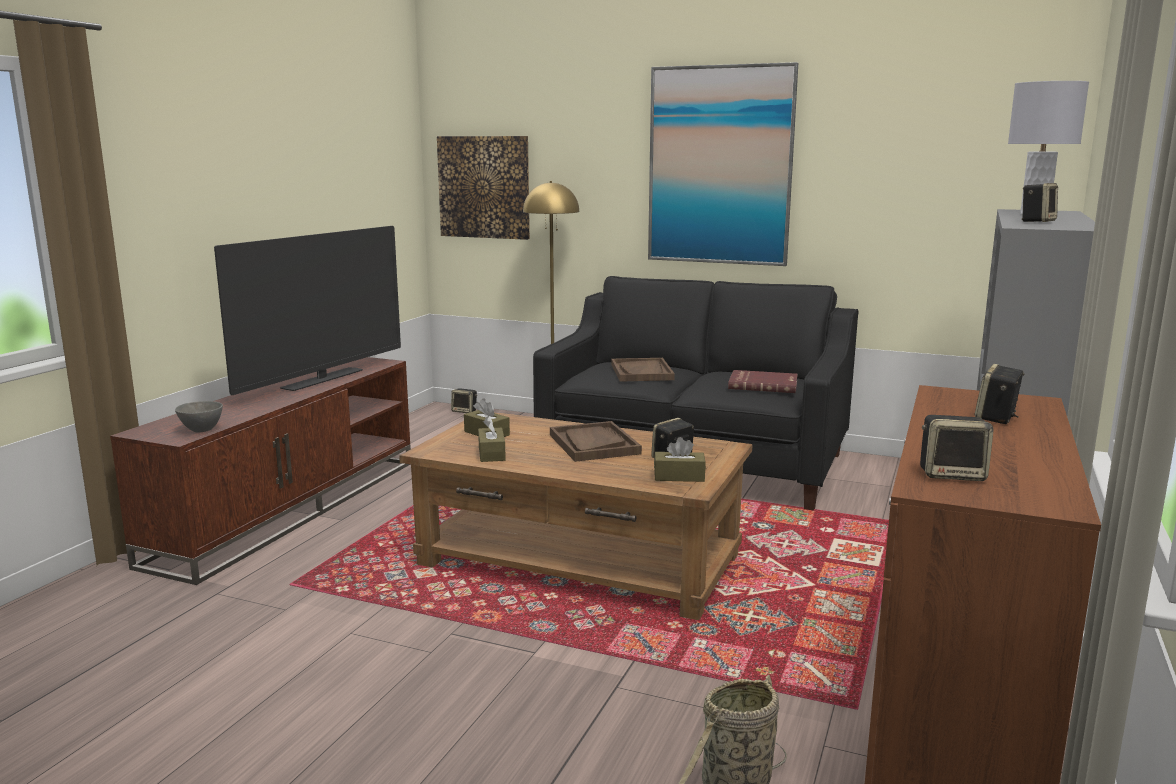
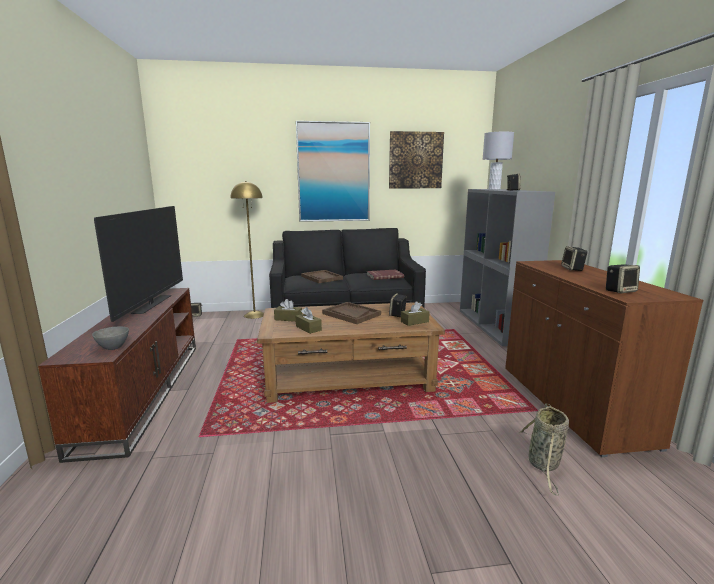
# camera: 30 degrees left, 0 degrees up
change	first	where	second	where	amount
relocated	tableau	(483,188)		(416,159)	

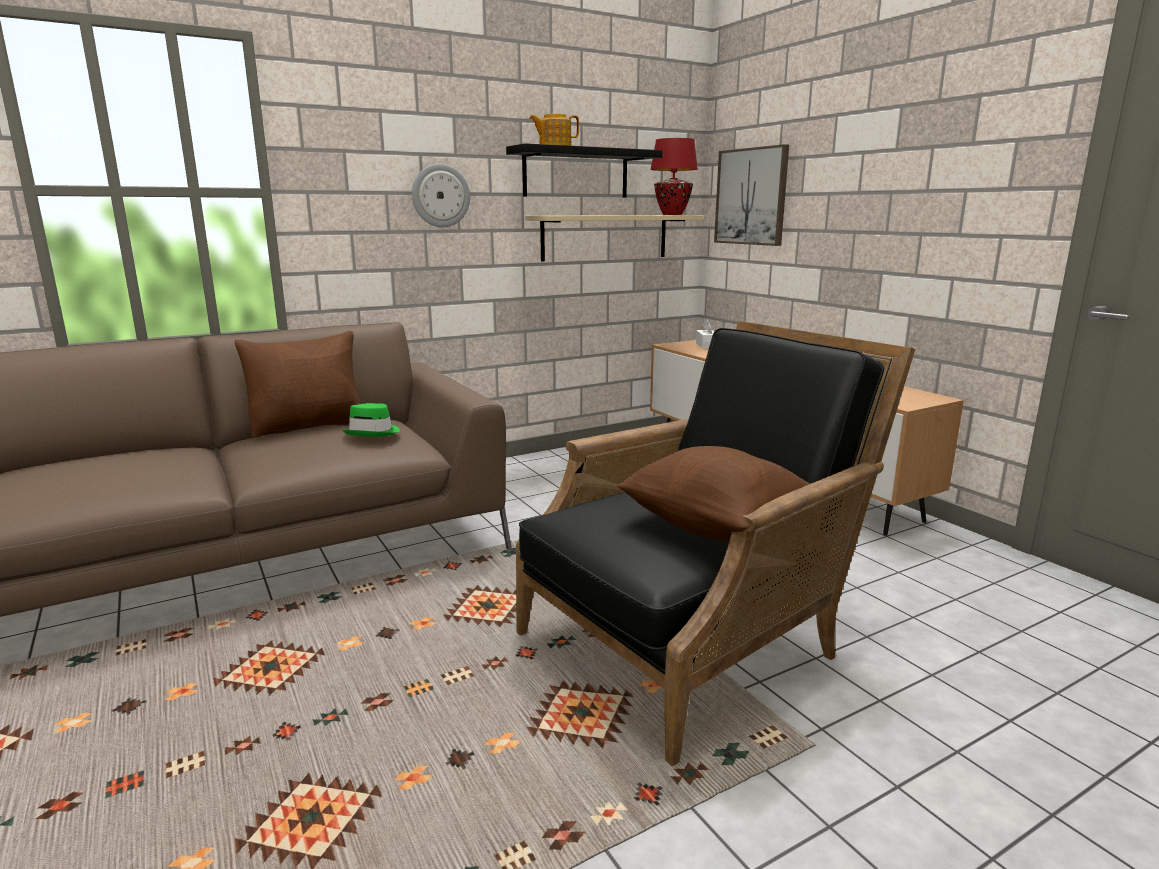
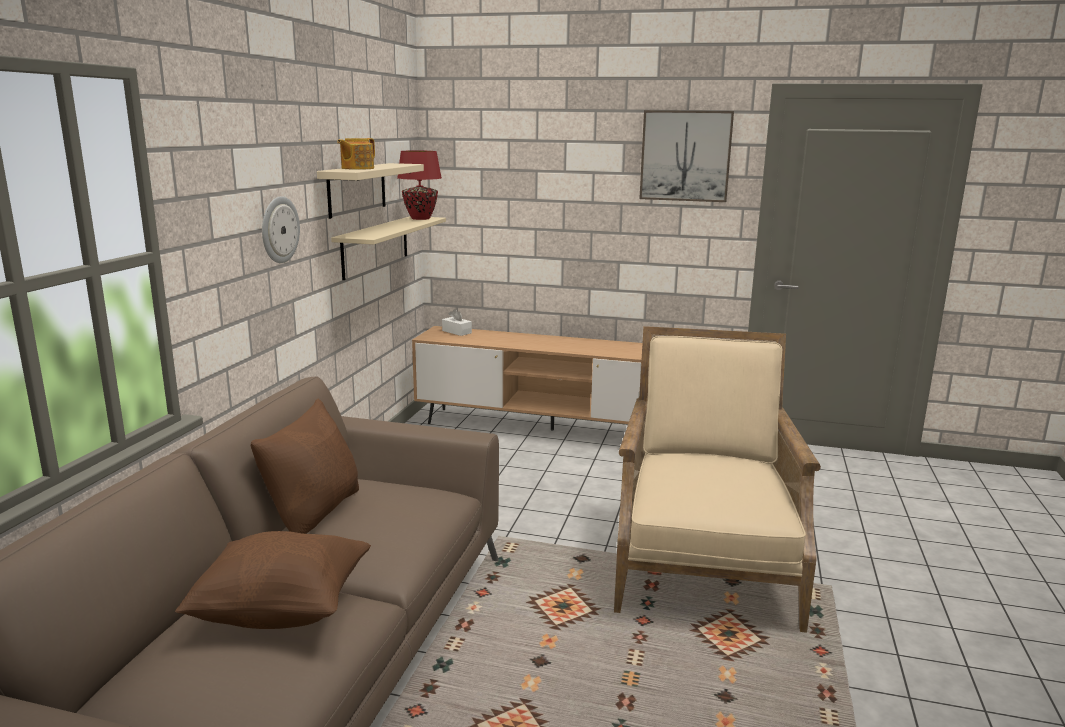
# camera: 45 degrees left, 0 degrees up
change	first	where	second	where	amount
missing	chapeau [vert]	(371,420)			
colour	étagère [noir]	(584,170)	étagère [beige]	(370,191)	
colour	fauteuil [noir]	(715,543)	fauteuil [beige]	(717,479)	
relocated	coussin [marron]	(713,494)		(273,580)	
relocated	tableau	(751,195)		(686,156)	

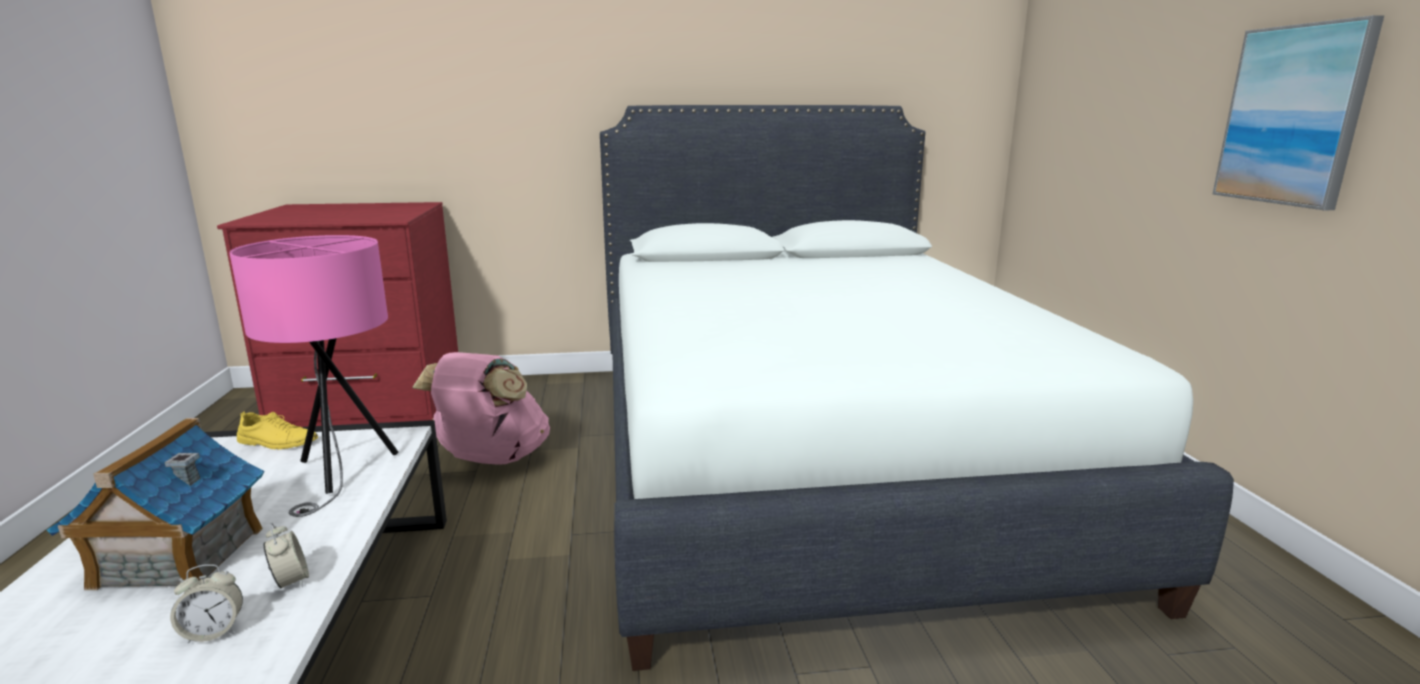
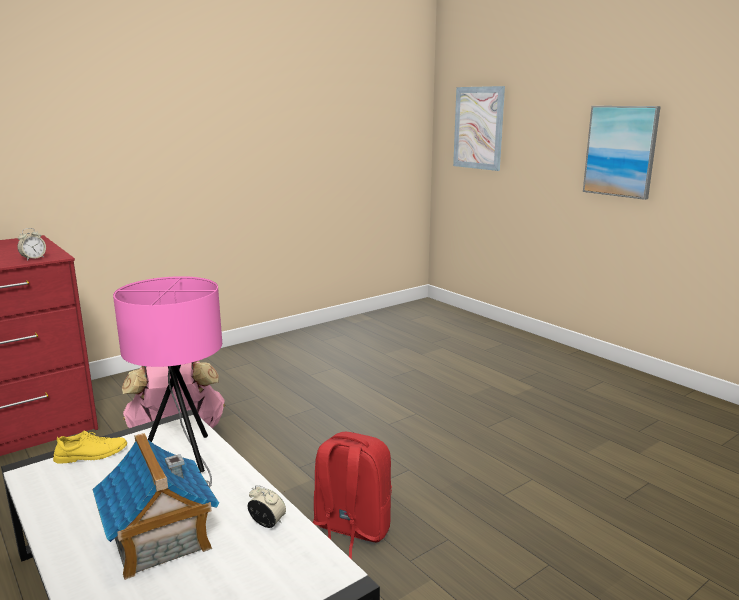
# camera: 30 degrees left, 0 degrees up
change	first	where	second	where	amount
relocated	réveil	(206,603)		(31,244)	
missing	lit [blanc]	(917,388)			
appeared			sac à dos [rouge]	(352,495)	
appeared			tableau	(479,128)	

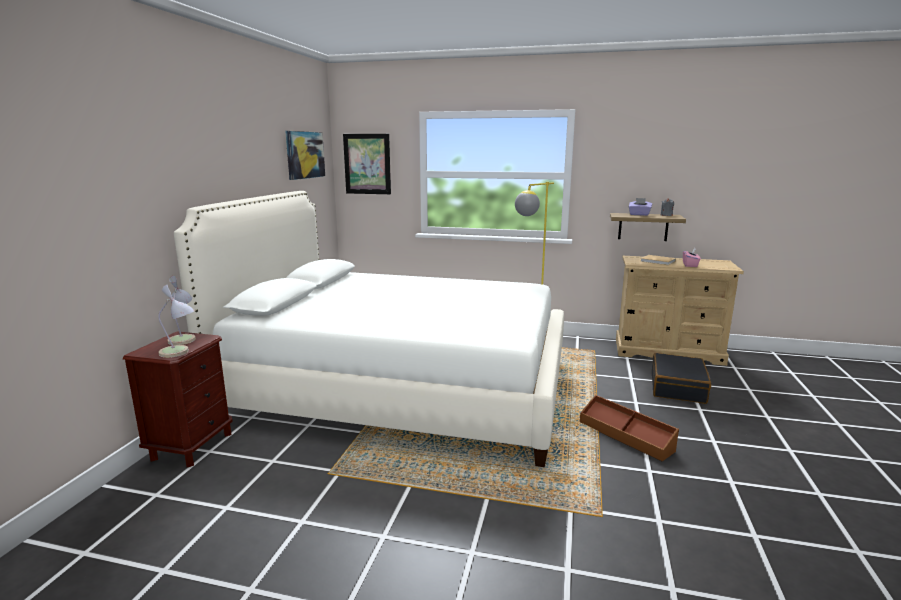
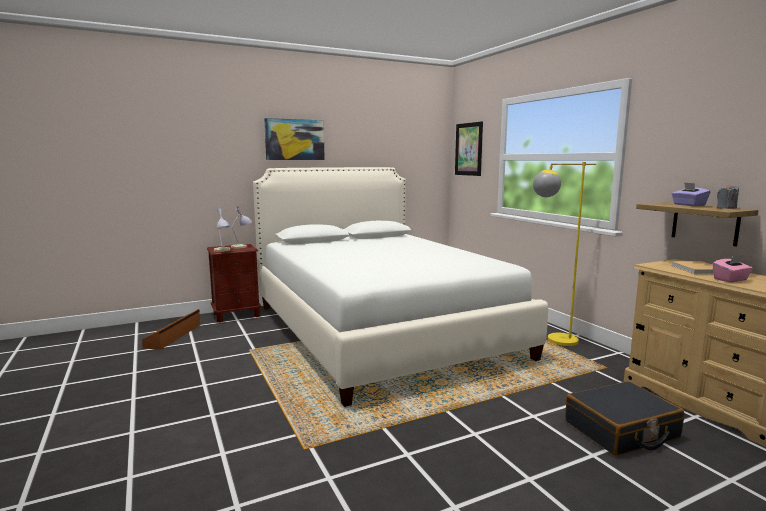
# camera: 50 degrees right, 5 degrees down
change	first	where	second	where	amount
relocated	tableau	(305,155)		(294,139)	
relocated	boîte de rangement [marron]	(629,428)		(171,329)	

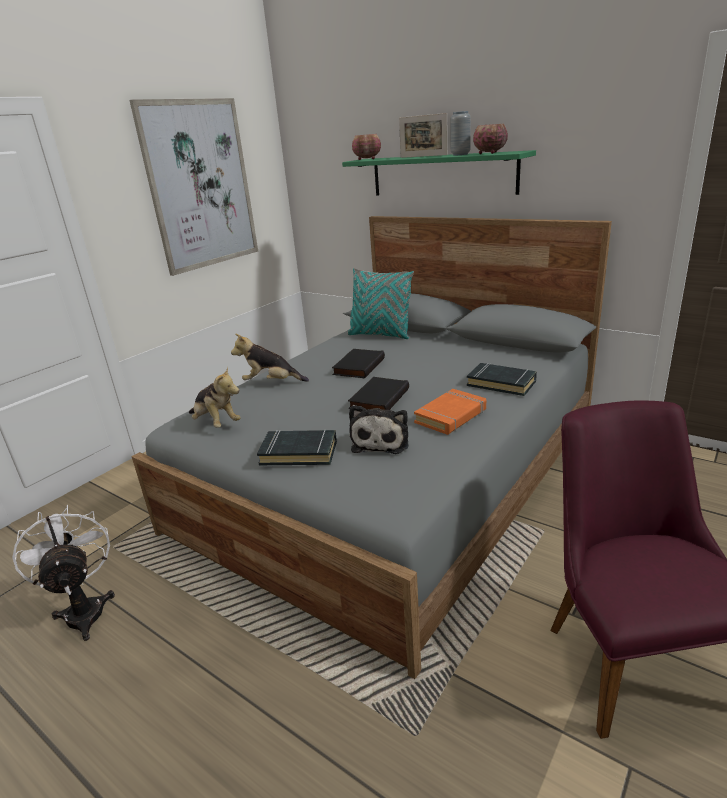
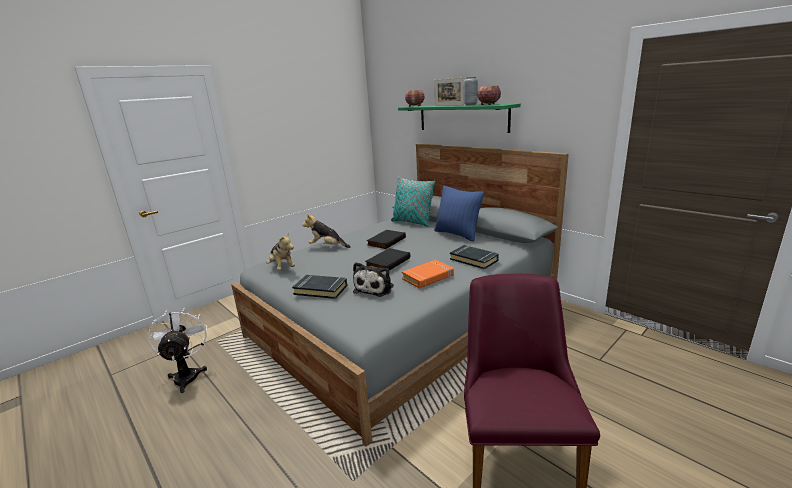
# camera: 10 degrees right, 5 degrees down
change	first	where	second	where	amount
missing	tableau	(193,187)			
appeared			coussin [bleu]	(459,214)	

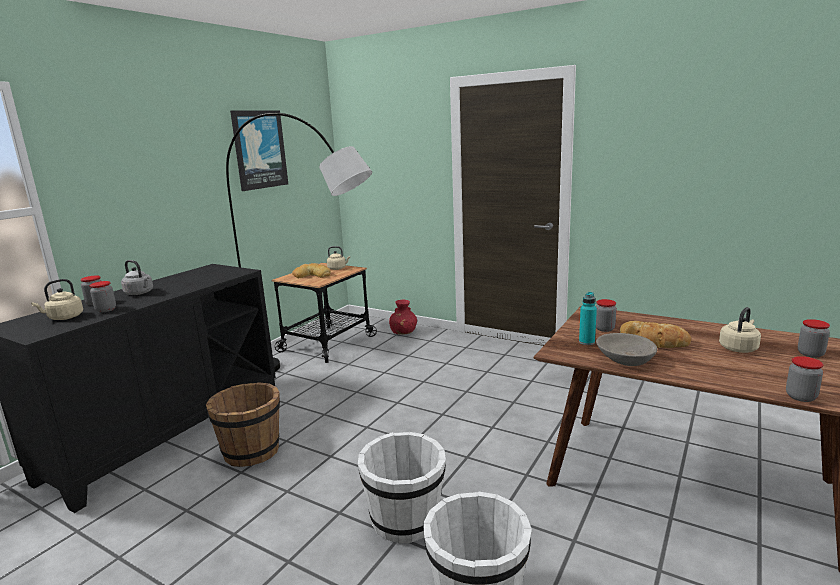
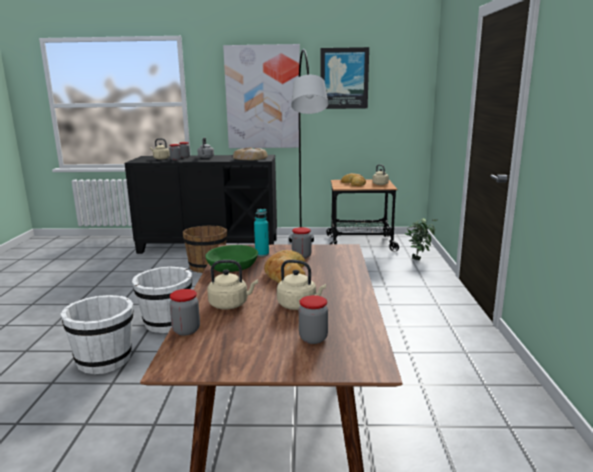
# camera: 60 degrees right, 0 degrees up
change	first	where	second	where	amount
exchanged	vase [rouge]	(403,317)	plante en pot	(421,239)	
colour	bol [gris]	(626,349)	bol [vert]	(231,258)	
appeared			bouilloire [beige]	(232,284)	
appeared			tableau	(262,96)	
appeared			pain	(250,154)	

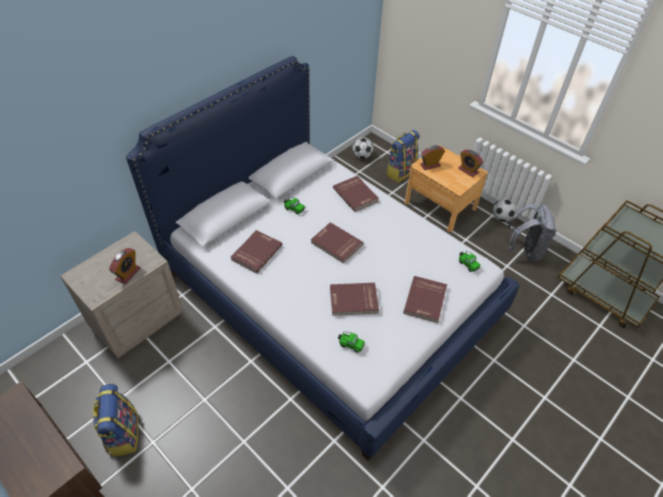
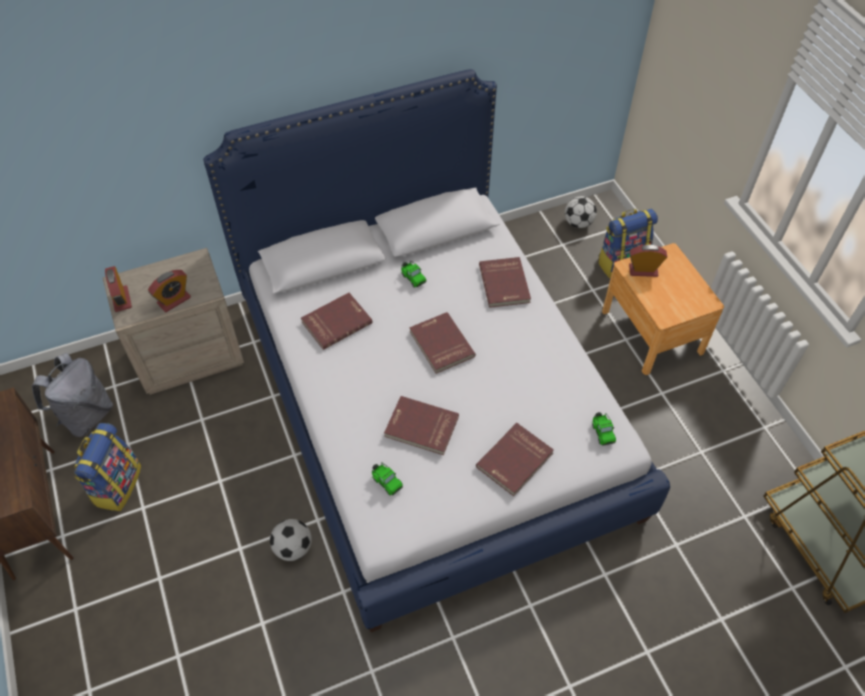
# camera: 25 degrees right, 5 degrees up
change	first	where	second	where	amount
relocated	réveil	(470,163)		(118,289)	
relocated	ballon de foot	(505,210)		(291,540)	
relocated	sac à dos [gris]	(531,233)		(72,395)	

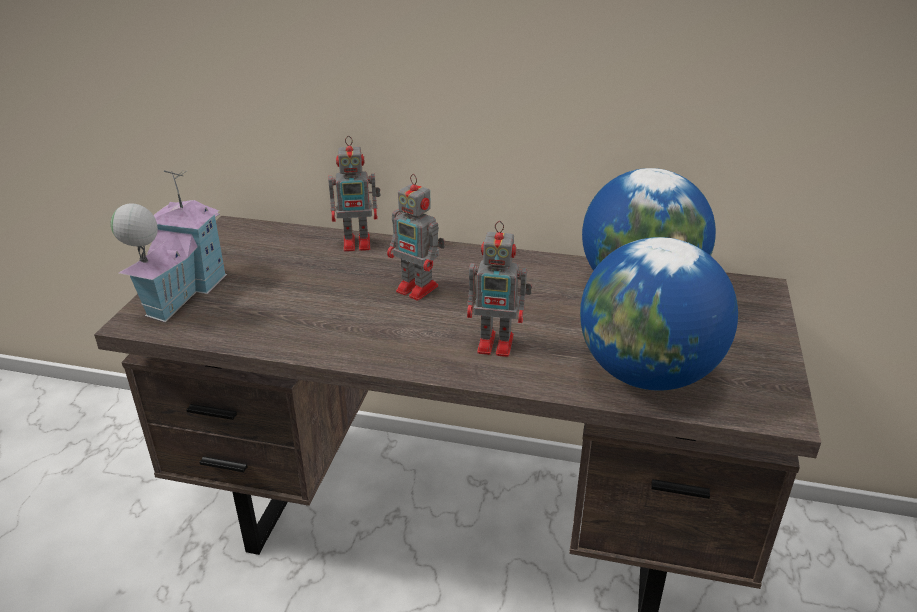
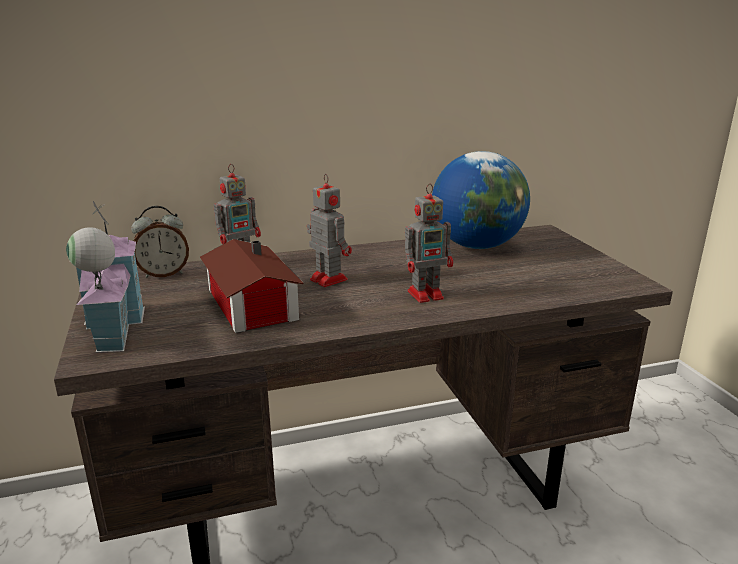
# camera: 30 degrees left, 10 degrees down
change	first	where	second	where	amount
spun	robot jouet	(416,237)		(329,230)	135 degrees counterclockwise
missing	globe	(659,314)			
appeared			réveil	(160,242)	
appeared			maison miniature	(252,286)	

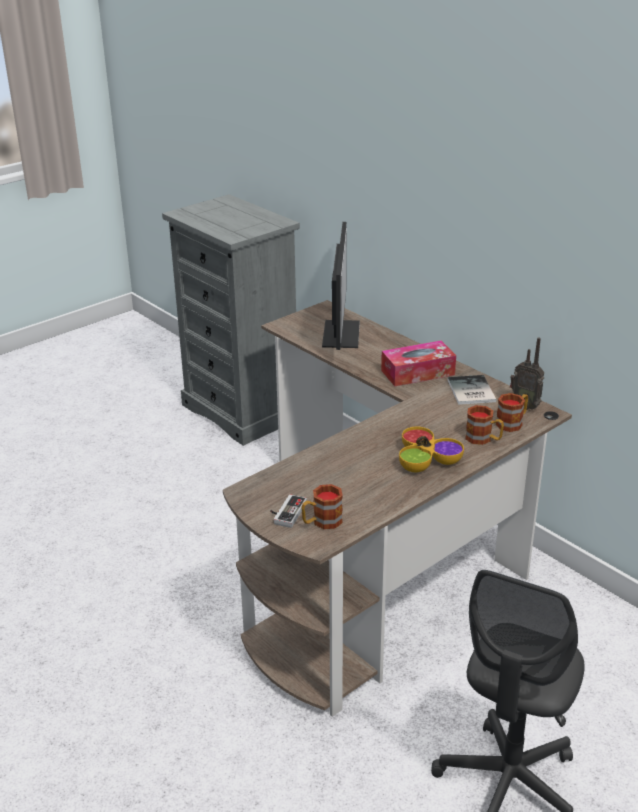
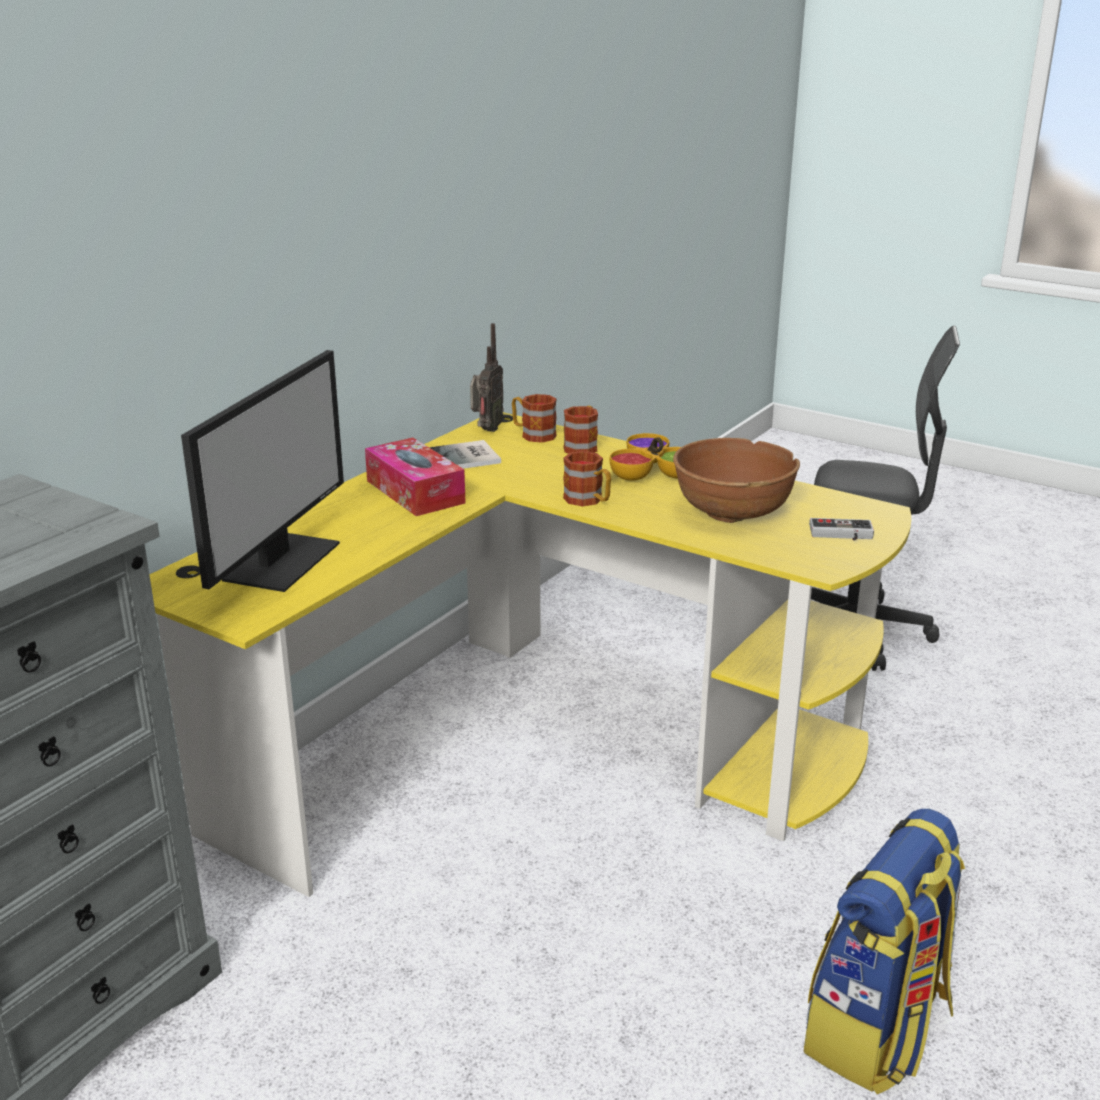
# camera: 105 degrees left, 5 degrees down
change	first	where	second	where	amount
colour	bureau [marron]	(397,508)	bureau [jaune]	(530,654)	
relocated	mug	(322,506)		(587,478)	
spun	écran d'ordinateur	(341,286)		(262,471)	120 degrees clockwise
appeared			bol [marron]	(736,480)	
appeared			sac à dos	(884,951)	

